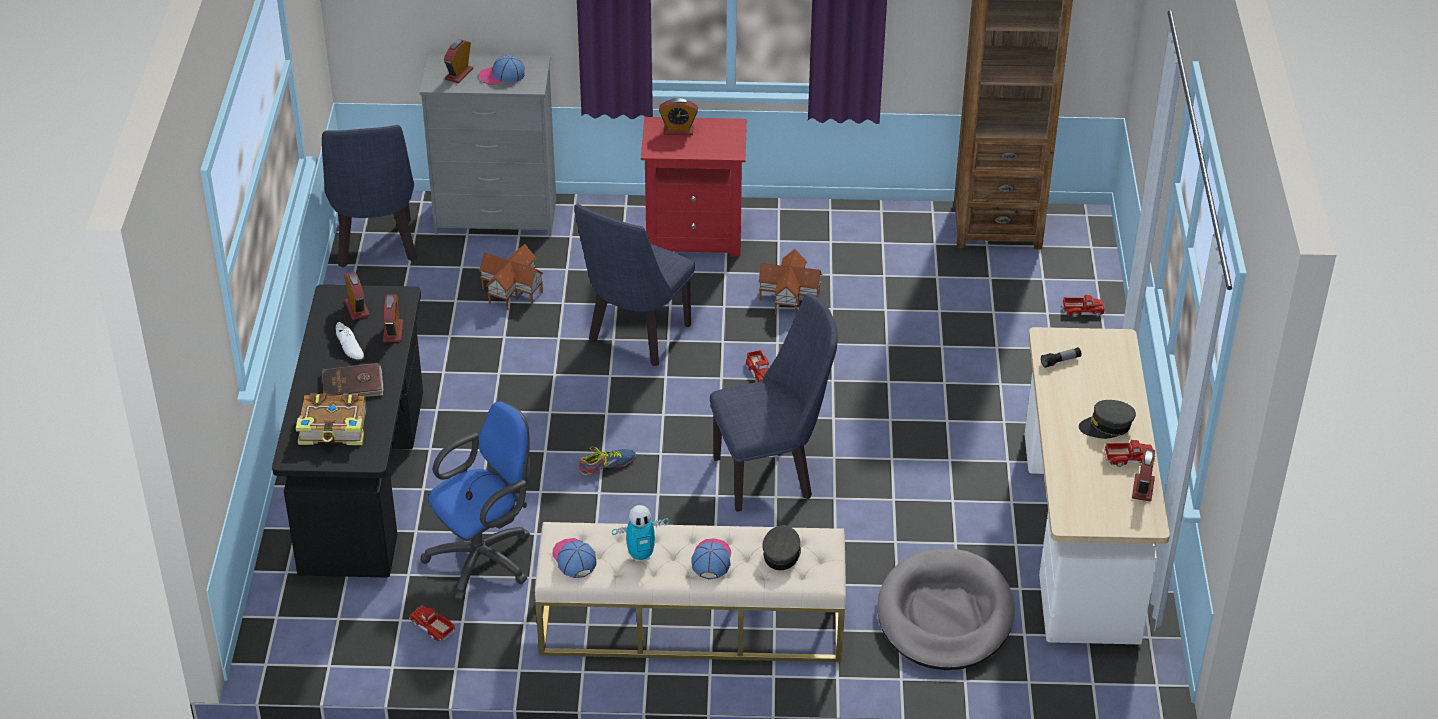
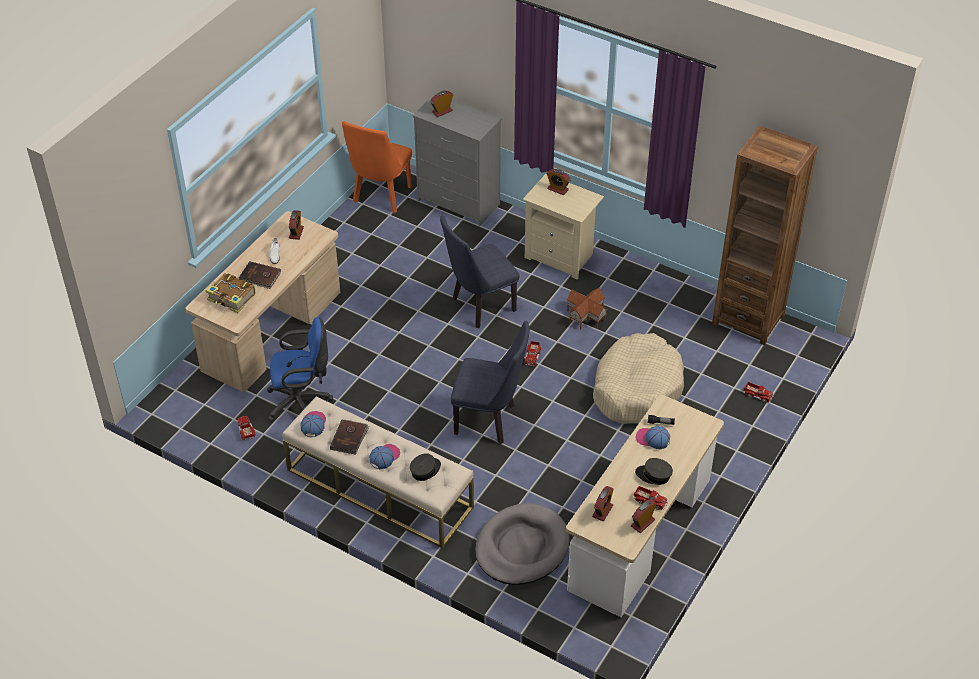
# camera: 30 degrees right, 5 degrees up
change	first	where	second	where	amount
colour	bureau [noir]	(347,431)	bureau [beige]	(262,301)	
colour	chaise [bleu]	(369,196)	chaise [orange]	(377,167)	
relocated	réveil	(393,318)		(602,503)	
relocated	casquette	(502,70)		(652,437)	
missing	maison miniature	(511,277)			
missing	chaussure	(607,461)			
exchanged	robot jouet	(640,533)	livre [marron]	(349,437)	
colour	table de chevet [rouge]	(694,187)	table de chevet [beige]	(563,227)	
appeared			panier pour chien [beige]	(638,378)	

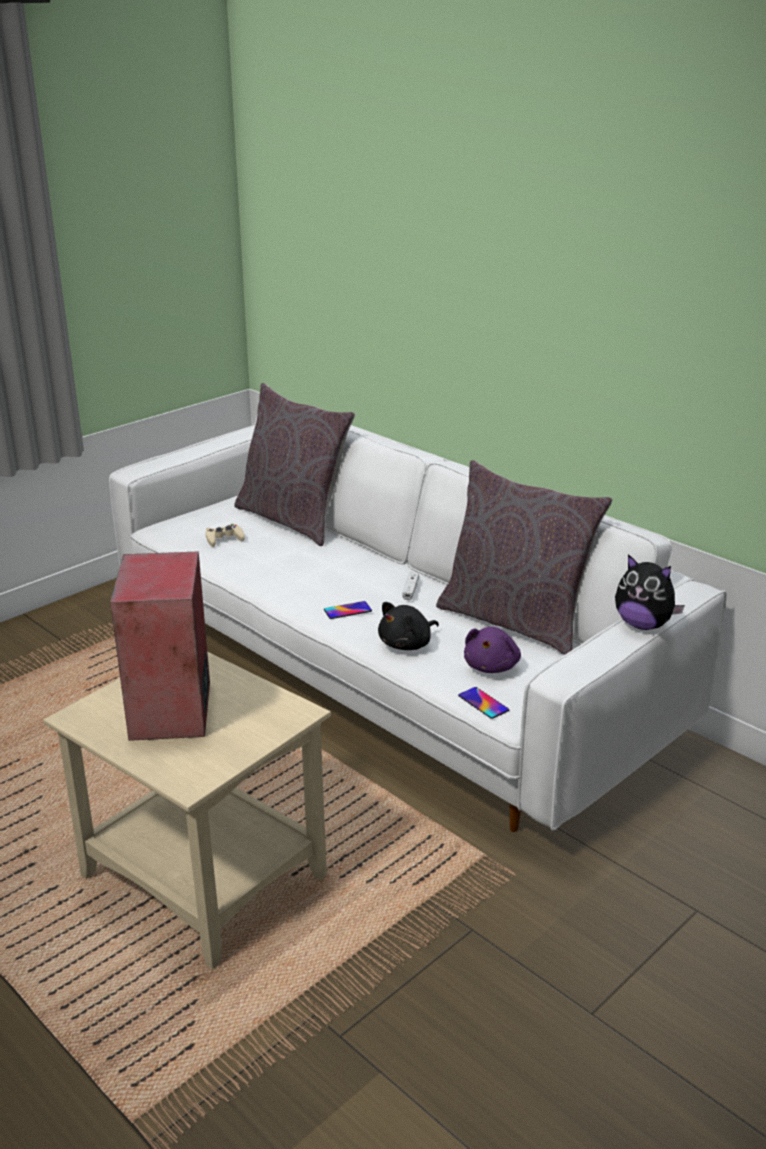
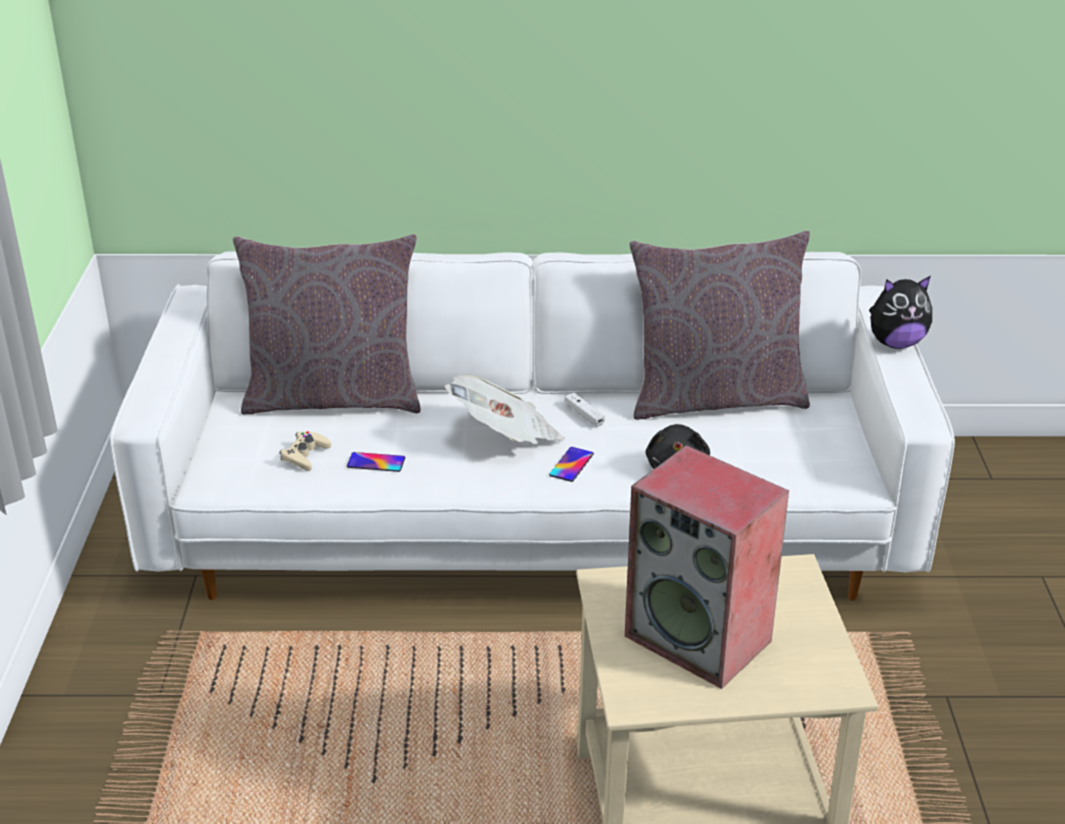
# camera: 45 degrees left, 5 degrees up
change	first	where	second	where	amount
relocated	téléphone	(483,703)		(376,462)	
missing	peluche [violet]	(492,650)			
appeared			journal	(504,409)	

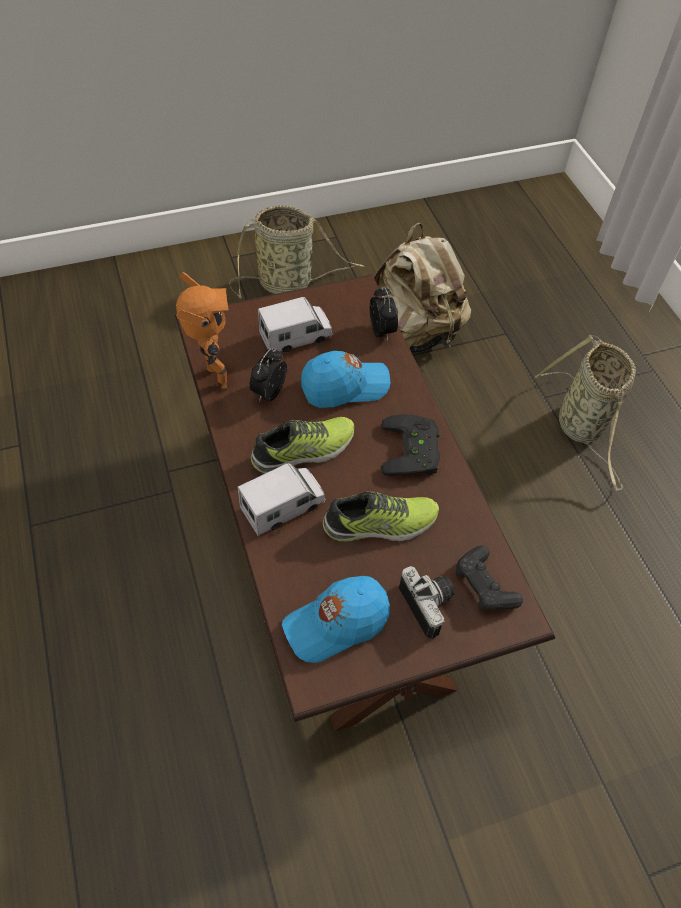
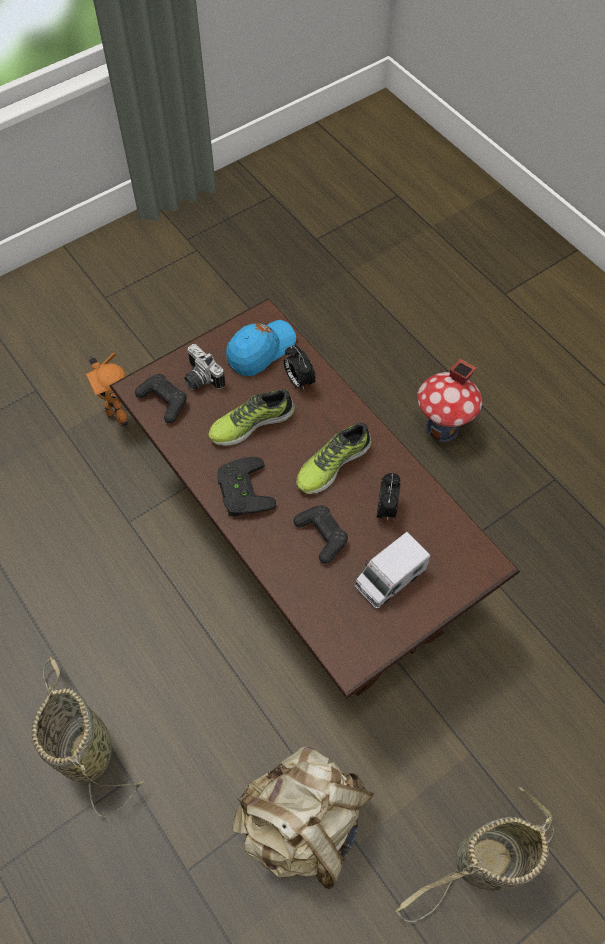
# camera: 165 degrees right, 5 degrees up
change	first	where	second	where	amount
relocated	robot jouet	(202,331)		(106,390)	
missing	camion jouet	(281,499)			
exchanged	casquette [bleu]	(345,379)	manette [noir]	(320,534)	
relocated	réveil	(384,313)		(300,368)	
appeared			maison miniature	(449,400)	

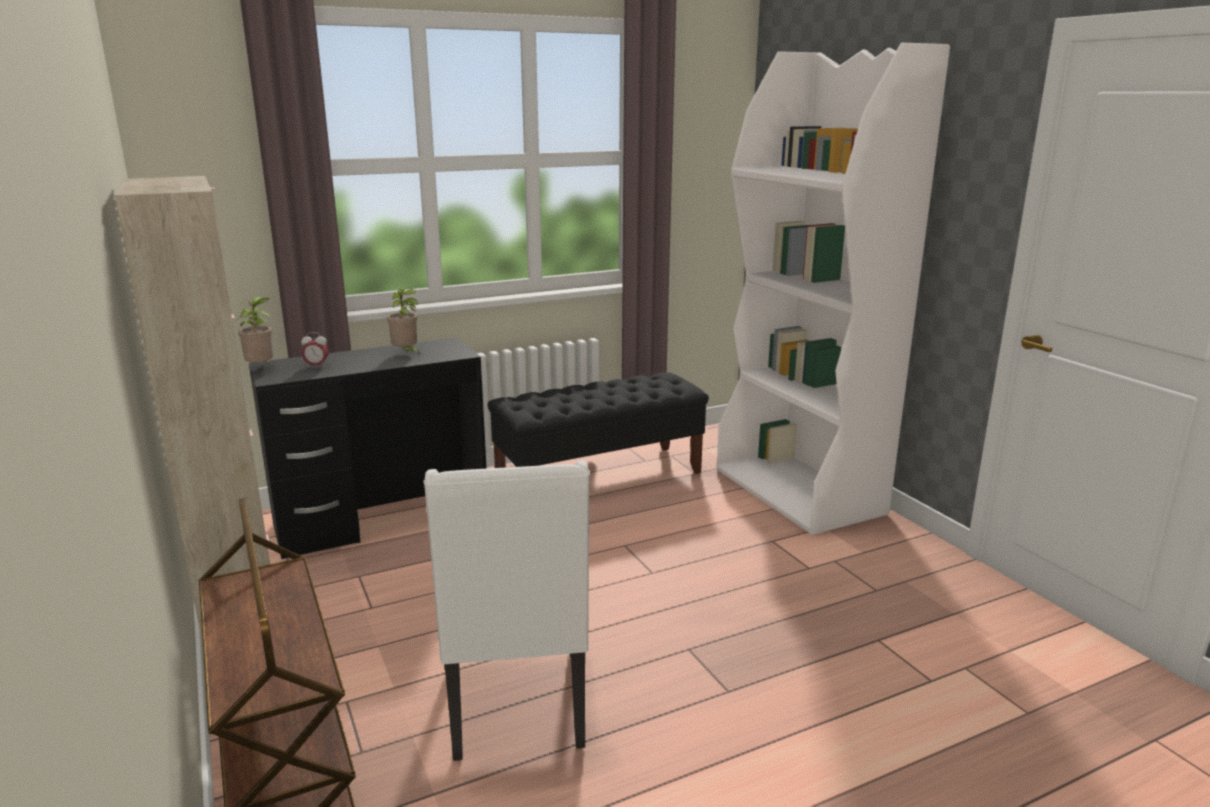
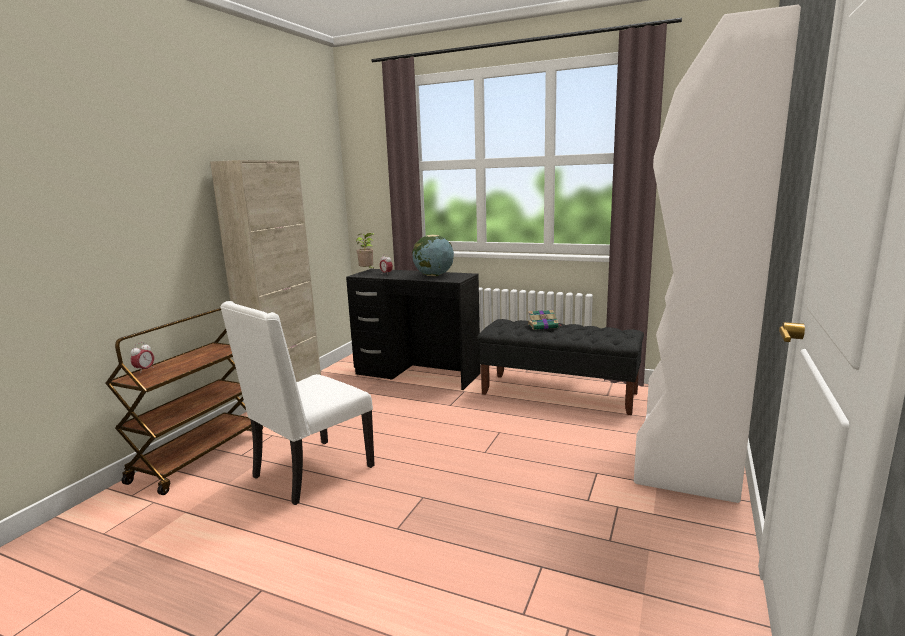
# camera: 50 degrees right, 5 degrees down
change	first	where	second	where	amount
exchanged	plante en pot	(403,321)	globe	(433,255)	
appeared			réveil	(142,357)	
appeared			livre	(545,320)	

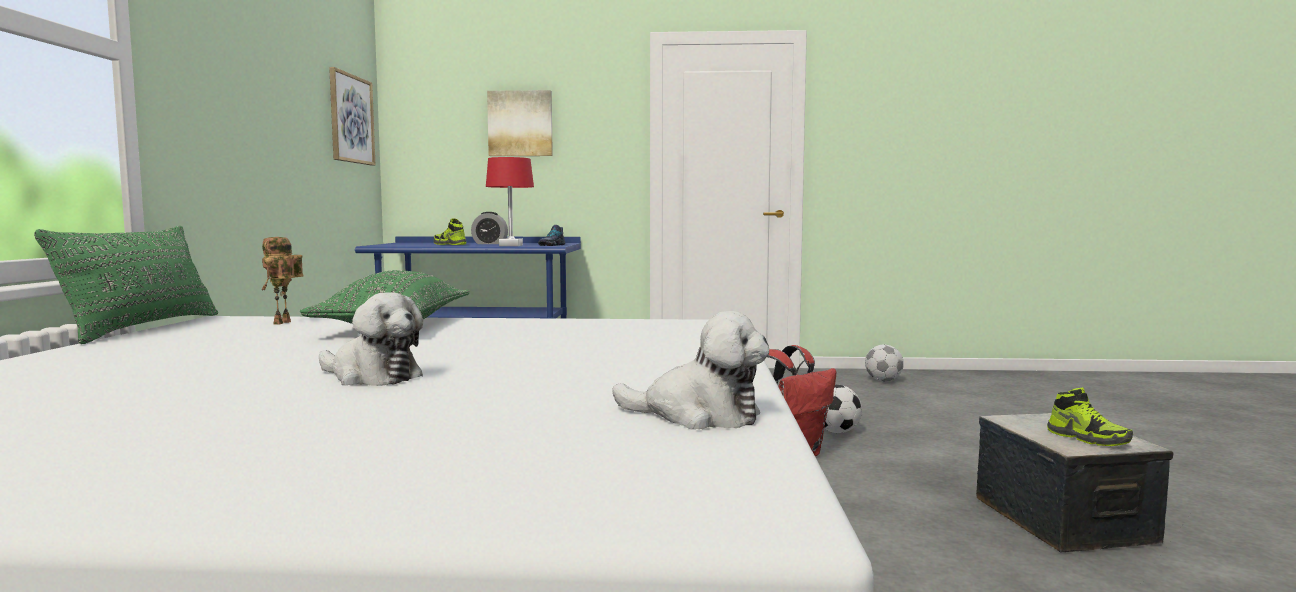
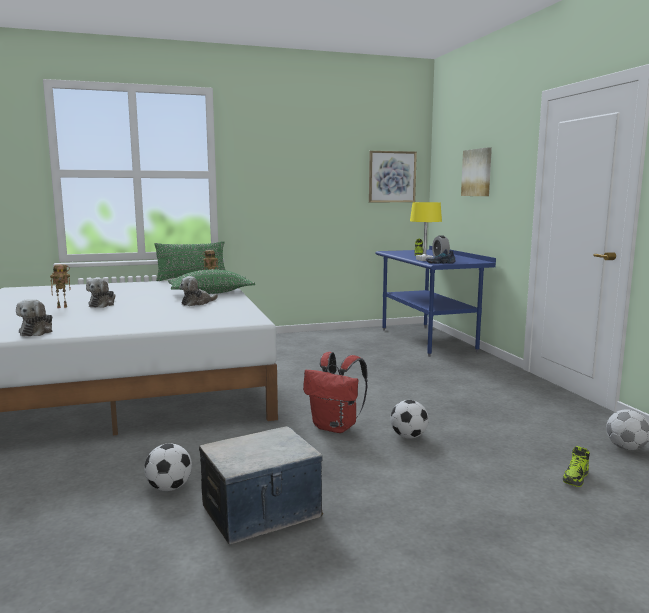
# camera: 70 degrees right, 5 degrees up
change	first	where	second	where	amount
colour	lampe de table [rouge]	(510,201)	lampe de table [jaune]	(426,231)	
relocated	chaussure	(1090,416)		(576,466)	
appeared			robot jouet	(60,286)	
appeared			ballon de foot	(168,467)	
appeared			peluche	(199,291)	

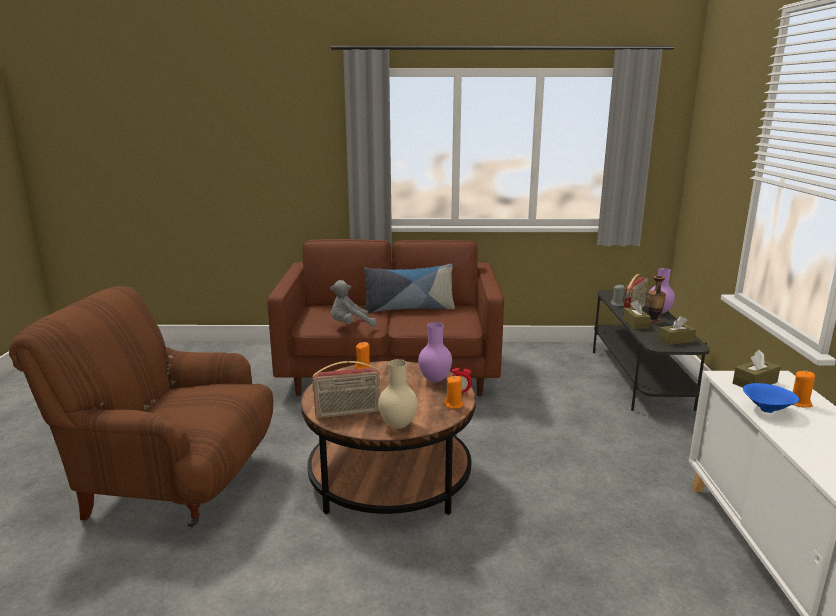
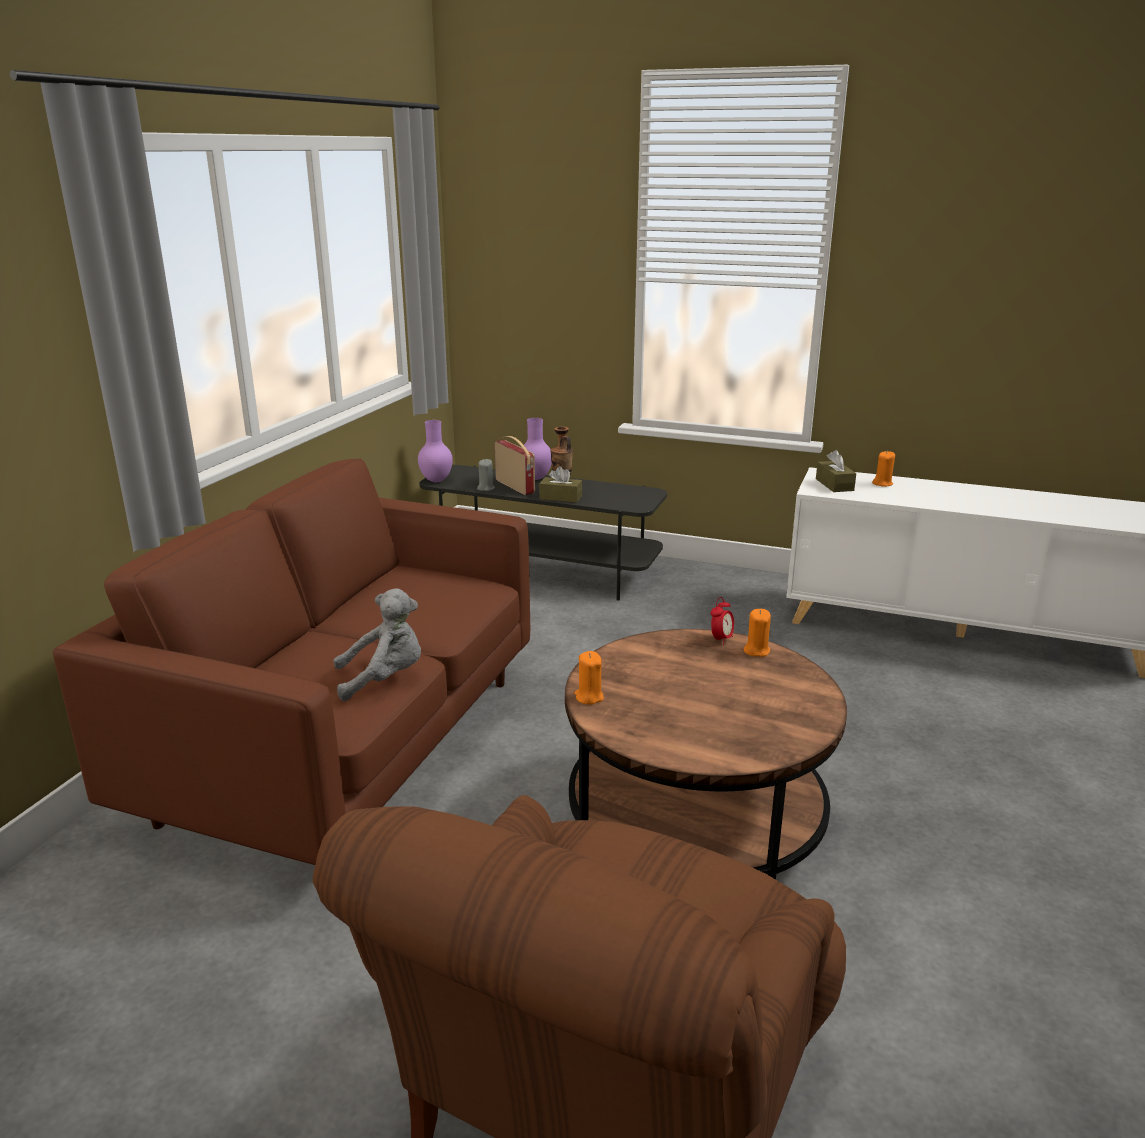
# camera: 70 degrees left, 5 degrees up
change	first	where	second	where	amount
missing	radio	(346,389)			
spun	peluche [gris]	(353,303)		(377,644)	105 degrees counterclockwise
missing	coussin	(409,288)			
missing	vase [beige]	(398,394)			
relocated	vase [violet]	(435,352)		(435,451)	
missing	boîte à mouchoirs [marron]	(677,330)			
missing	bol [bleu]	(771,398)			

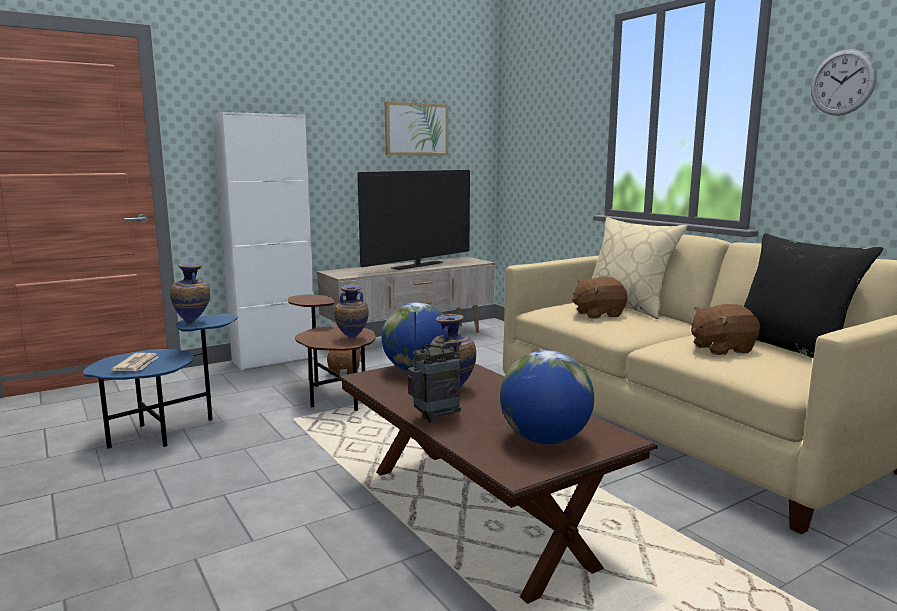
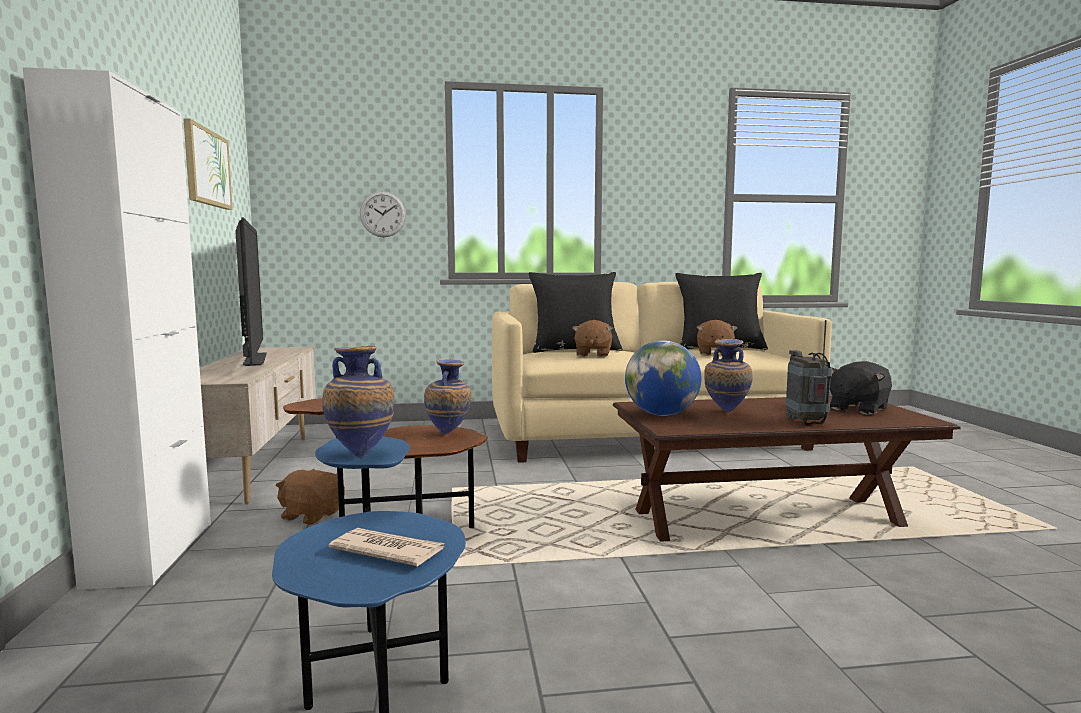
# camera: 65 degrees left, 5 degrees down
change	first	where	second	where	amount
exchanged	globe	(547,397)	peluche [noir]	(861,388)	
colour	coussin [beige]	(640,268)	coussin [noir]	(576,312)	
relocated	horloge murale	(844,82)		(383,214)	

